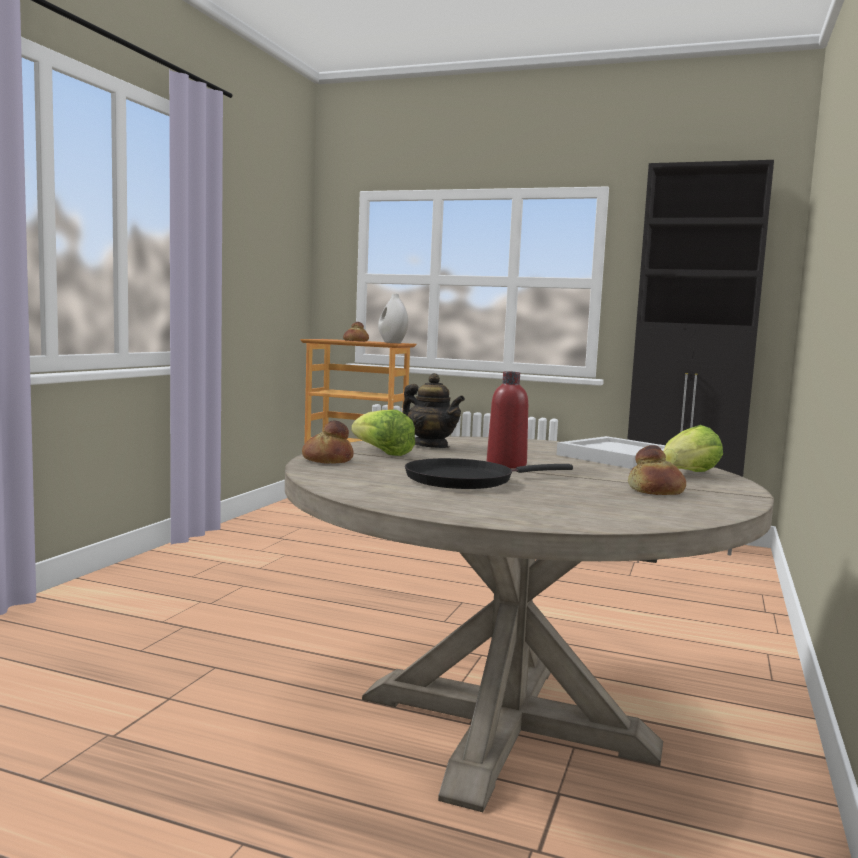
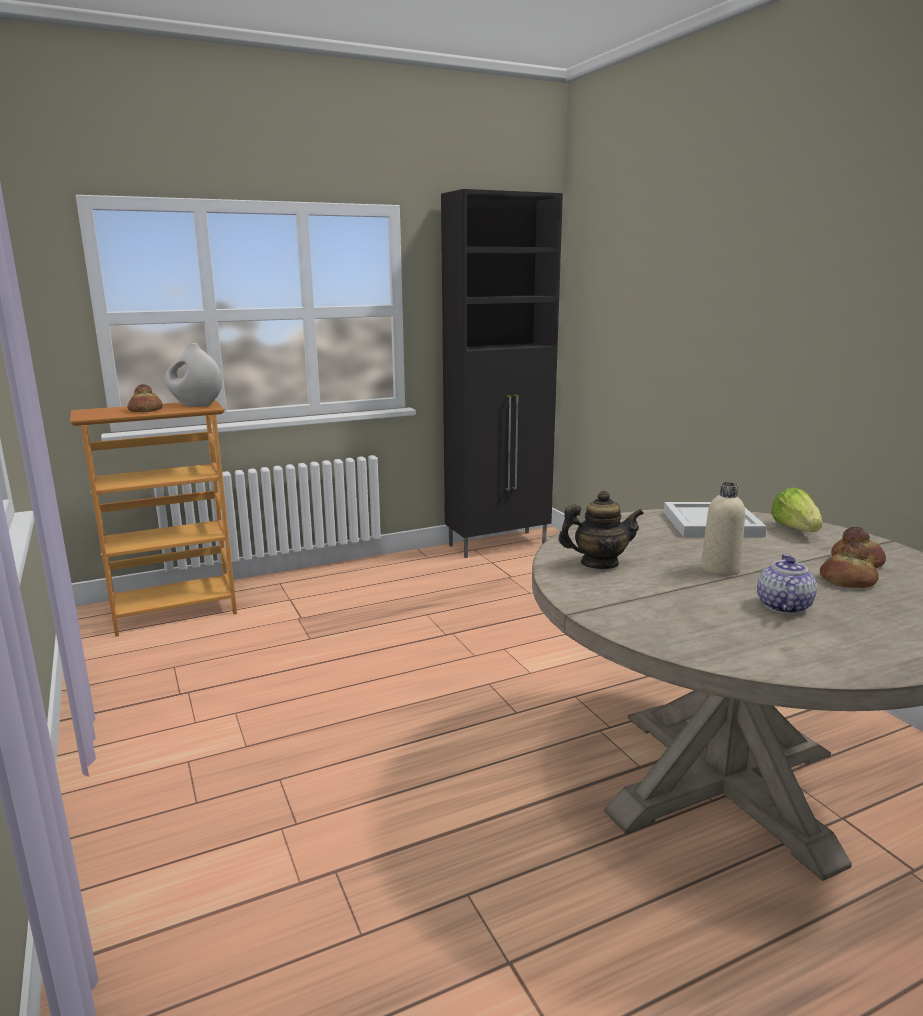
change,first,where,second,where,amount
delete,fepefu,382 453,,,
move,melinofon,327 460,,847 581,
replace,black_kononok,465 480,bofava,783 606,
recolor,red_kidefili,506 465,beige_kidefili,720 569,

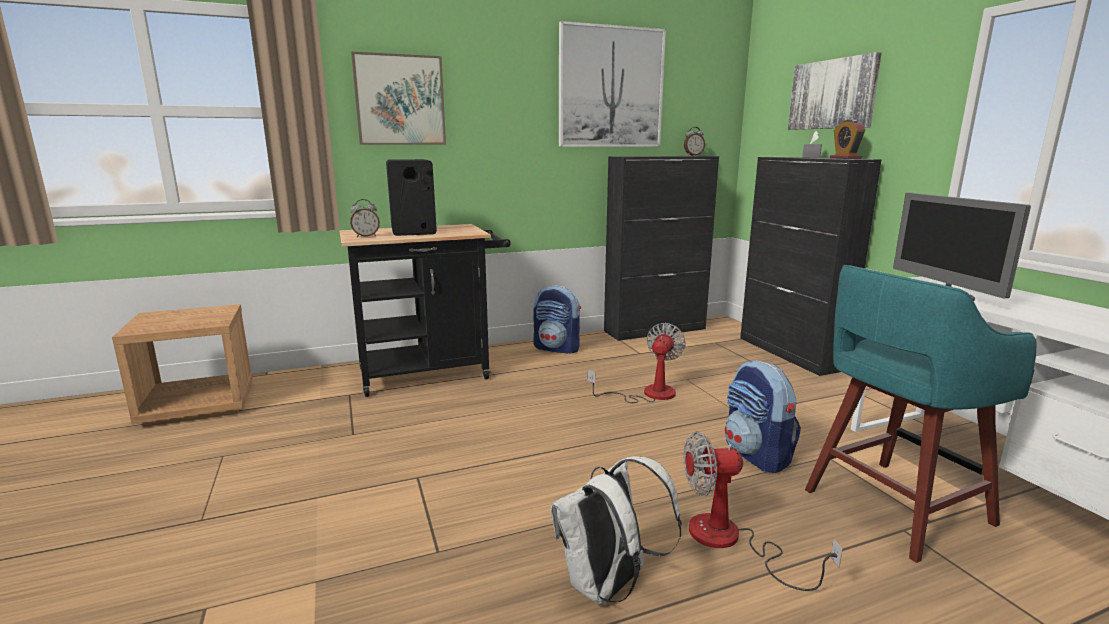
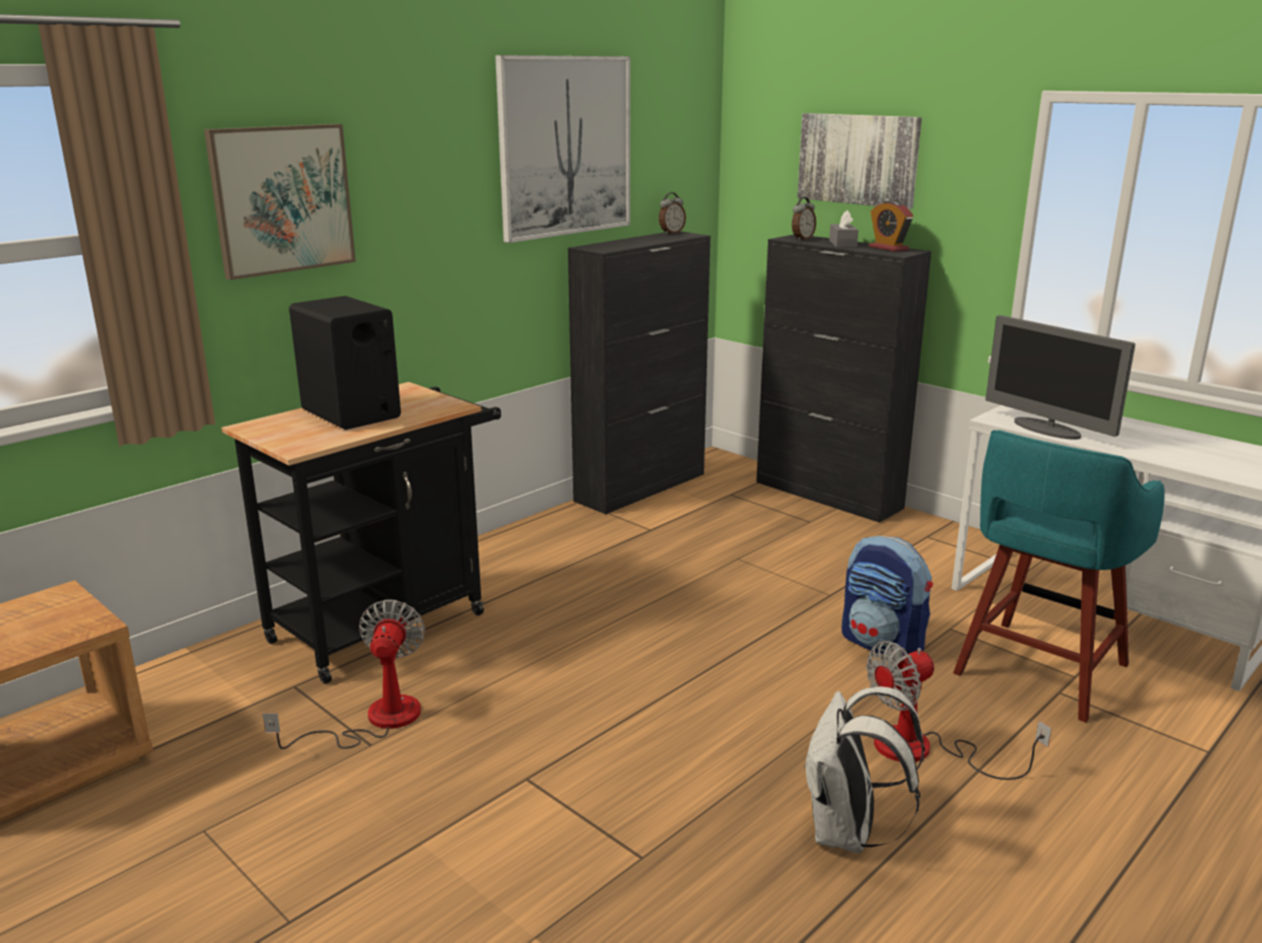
change,first,where,second,where,amount
delete,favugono,557 348,,,
move,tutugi,366 236,,802 239,
move,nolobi,648 394,,375 720,

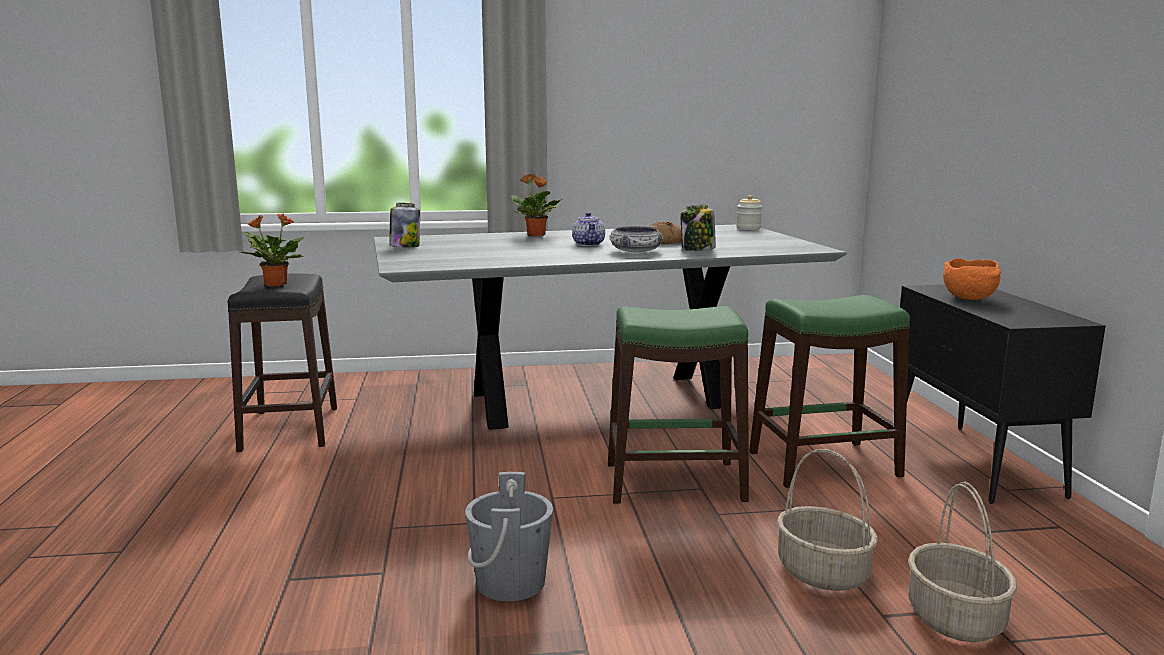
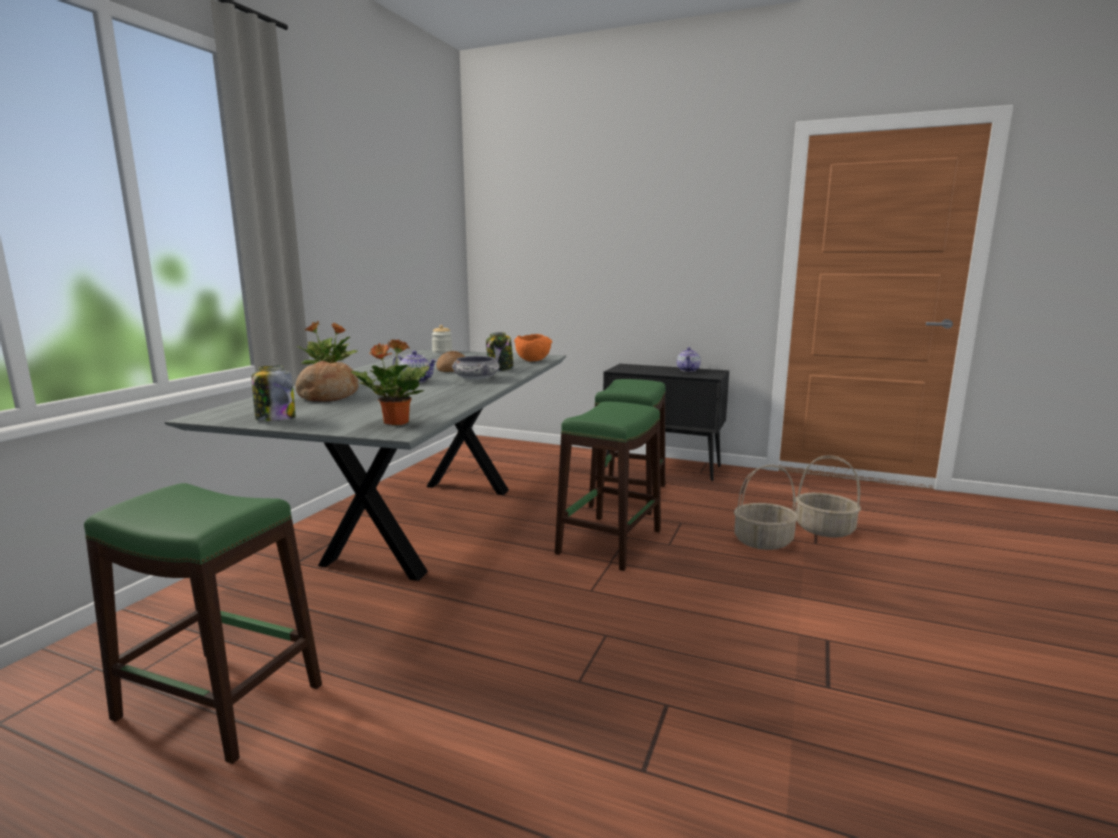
change,first,where,second,where,amount
delete,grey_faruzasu,511 583,,,
insert,,,melinofon,328 396,
insert,,,bofava,688 370,
move,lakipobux,275 284,,395 423,
move,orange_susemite,970 299,,533 361,
recolor,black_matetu,289 428,green_matetu,219 702,

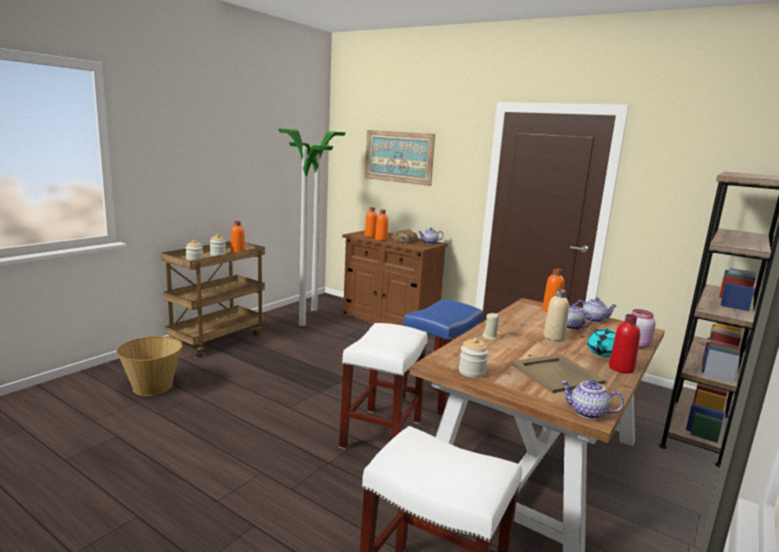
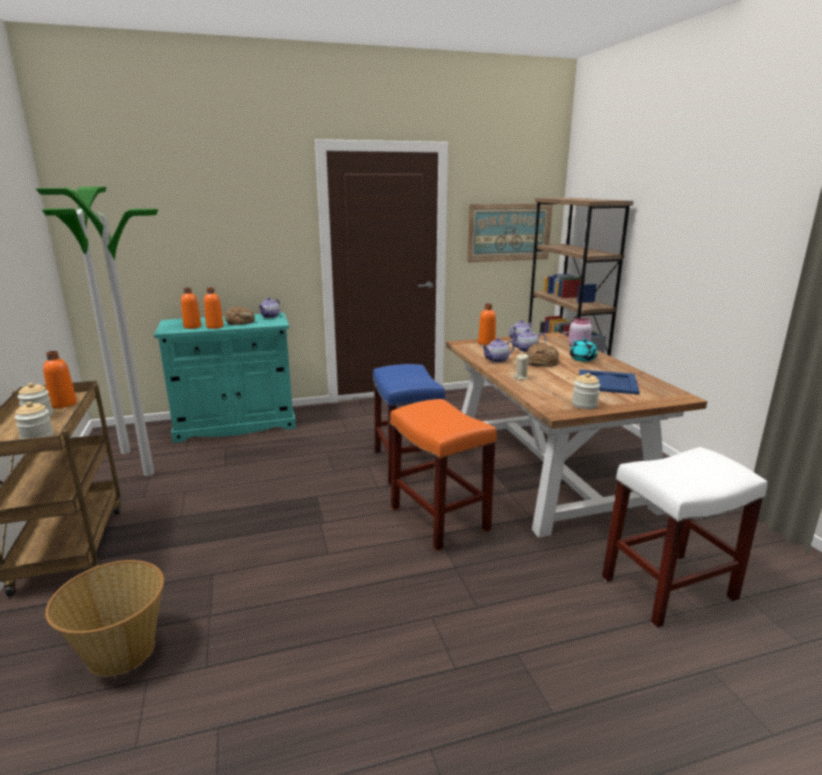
change,first,where,second,where,amount
delete,red_kidefili,621 368,,,
move,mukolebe,398 157,,509 232,
move,bofava,587 413,,497 360,
replace,beige_kidefili,554 337,melinofon,541 360,
recolor,white_matetu,381 433,orange_matetu,438 518,
recolor,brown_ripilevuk,389 321,turquoise_ripilevuk,236 424,
recolor,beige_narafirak,555 373,blue_narafirak,607 382,

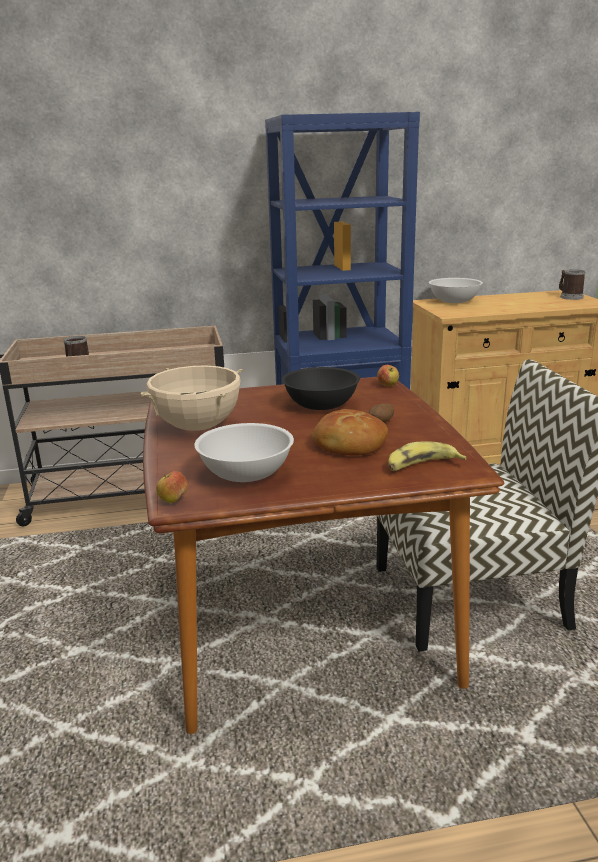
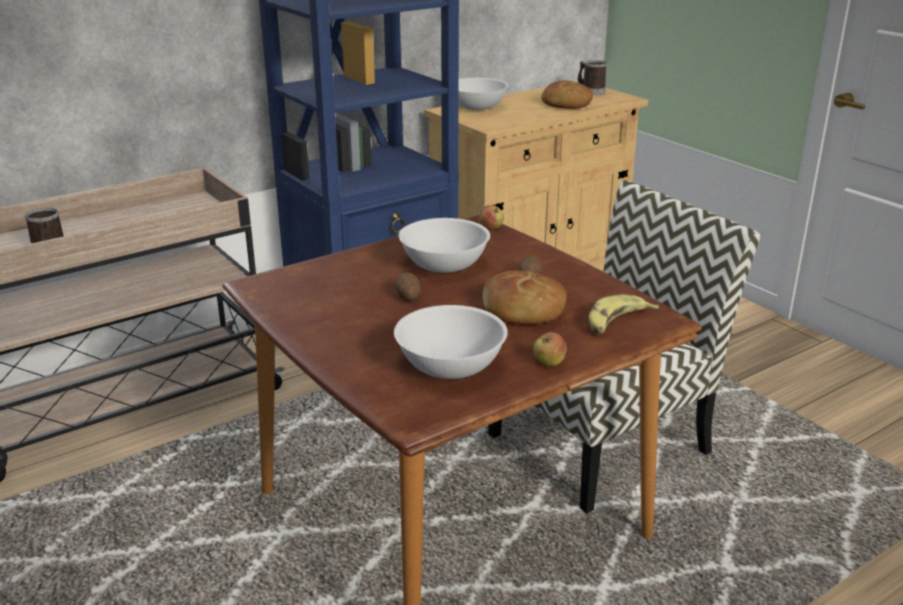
change,first,where,second,where,amount
delete,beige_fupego,197 427,,,
insert,,,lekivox,407 297,
insert,,,melinofon,565 104,
move,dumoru,173 500,,549 363,
recolor,black_susemite,320 405,white_susemite,444 265,

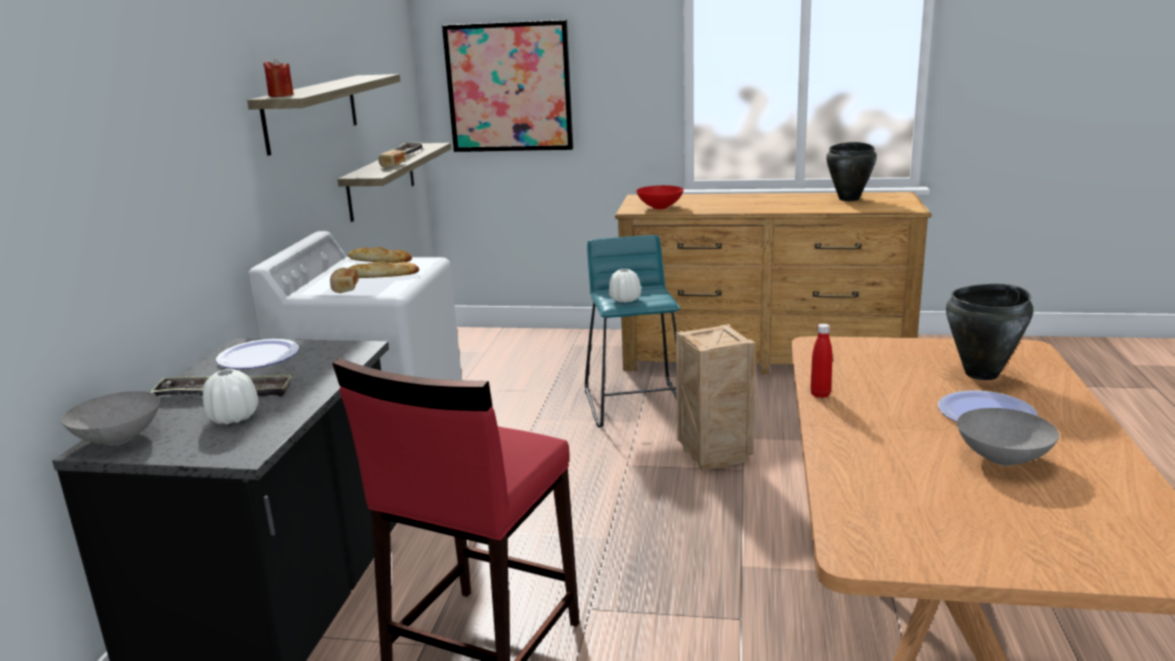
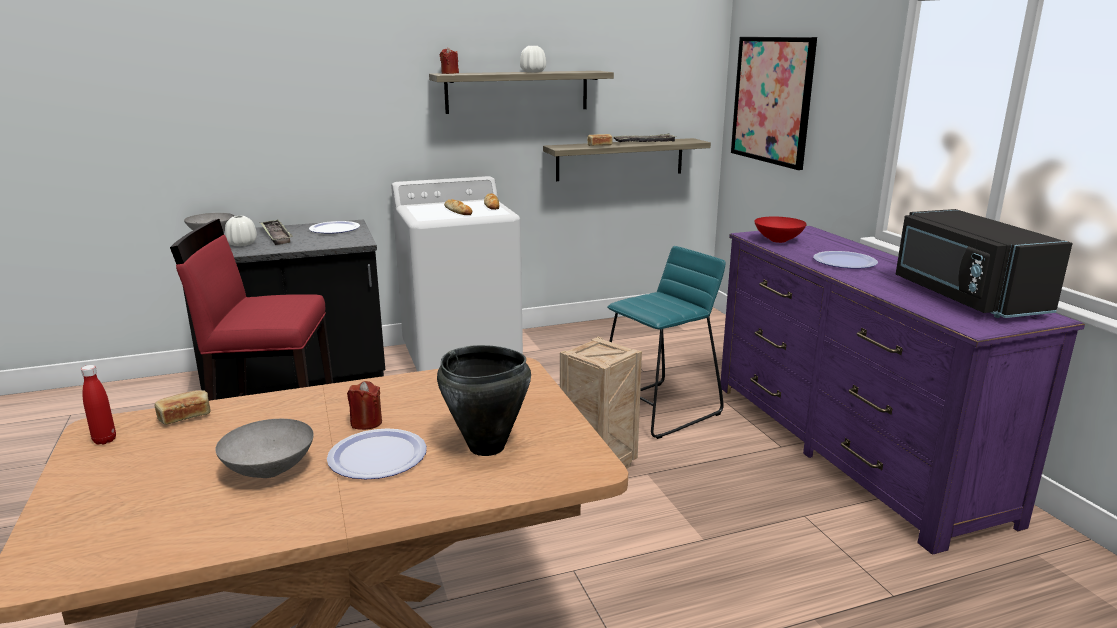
change,first,where,second,where,amount
insert,,,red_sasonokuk,366 422,
insert,,,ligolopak,844 262,
move,melinofon,344 288,,185 416,
move,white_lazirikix,625 299,,533 72,
move,red_kidefili,820 394,,104 440,
replace,black_fupego,849 199,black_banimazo,964 297,
recolor,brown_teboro,764 357,purple_teboro,848 447,

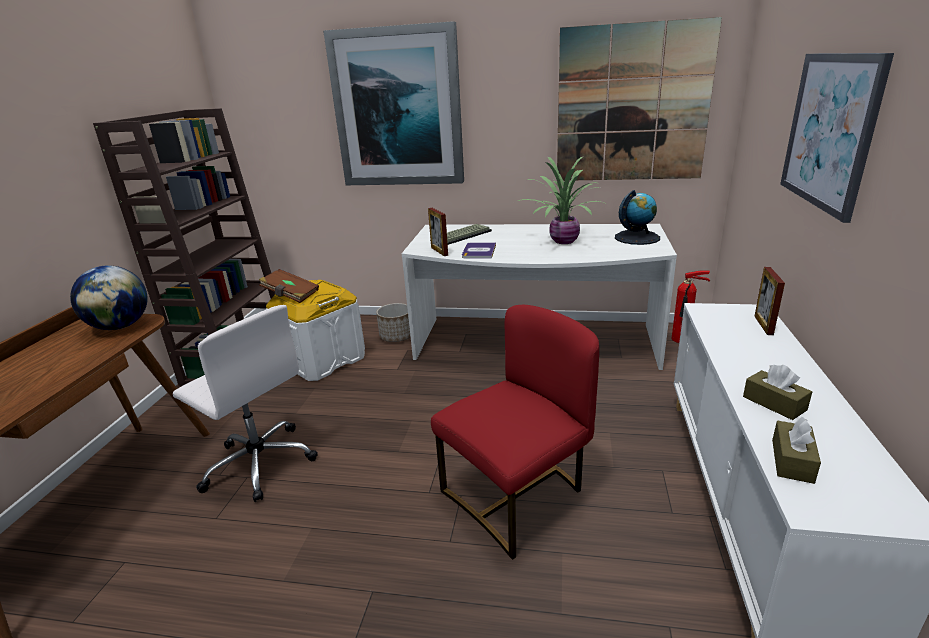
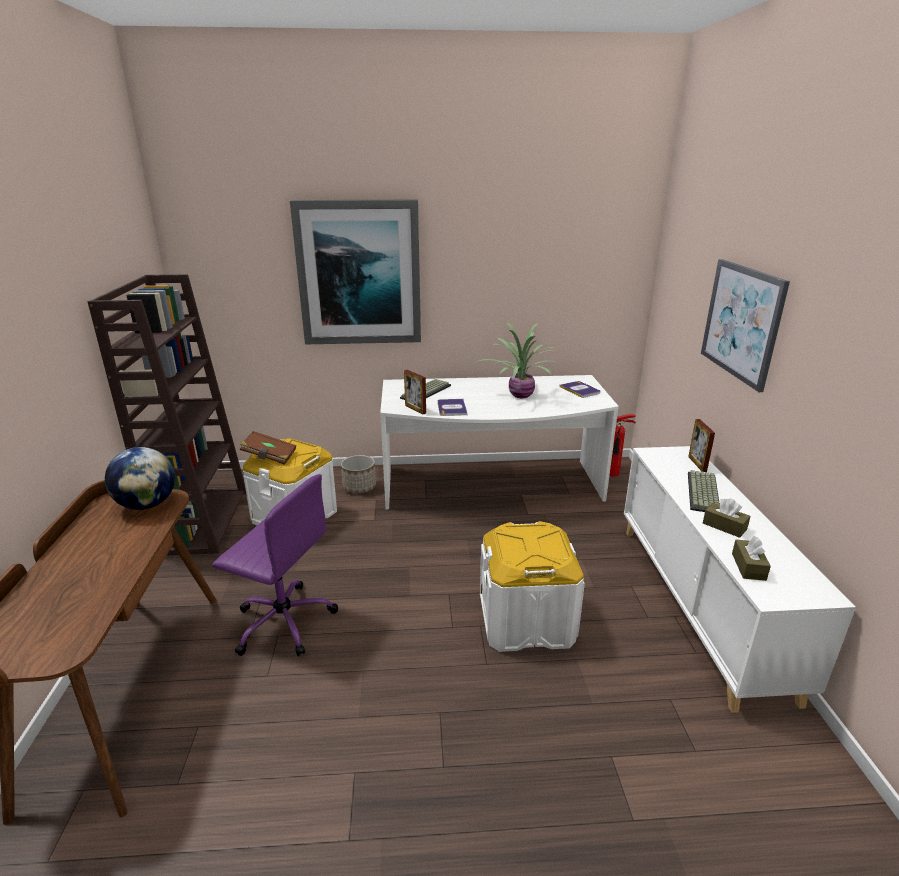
change,first,where,second,where,amount
delete,mukolebe,632 105,,,
insert,,,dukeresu,704 493,
replace,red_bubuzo,517 496,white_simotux,526 620,
replace,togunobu,637 237,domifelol,580 390,
recolor,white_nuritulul,259 463,purple_nuritulul,283 621,

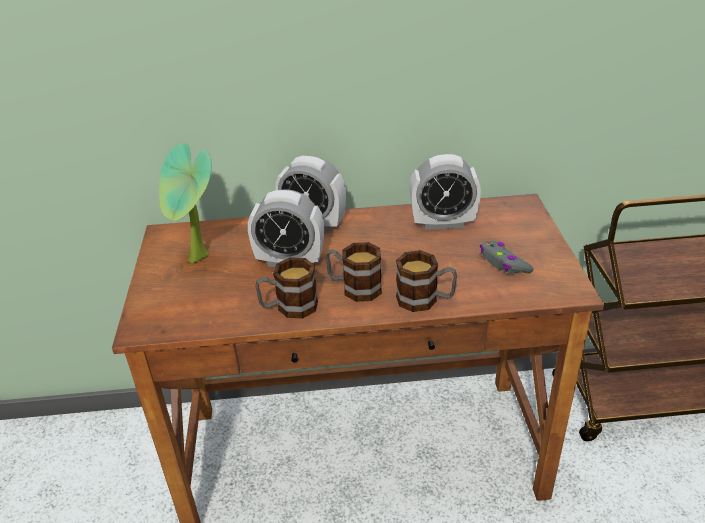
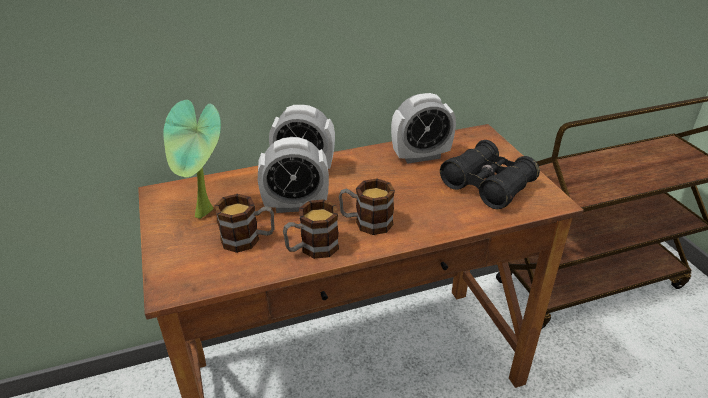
change,first,where,second,where,amount
move,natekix,425 300,,248 239,
replace,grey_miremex,503 263,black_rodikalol,487 185,

